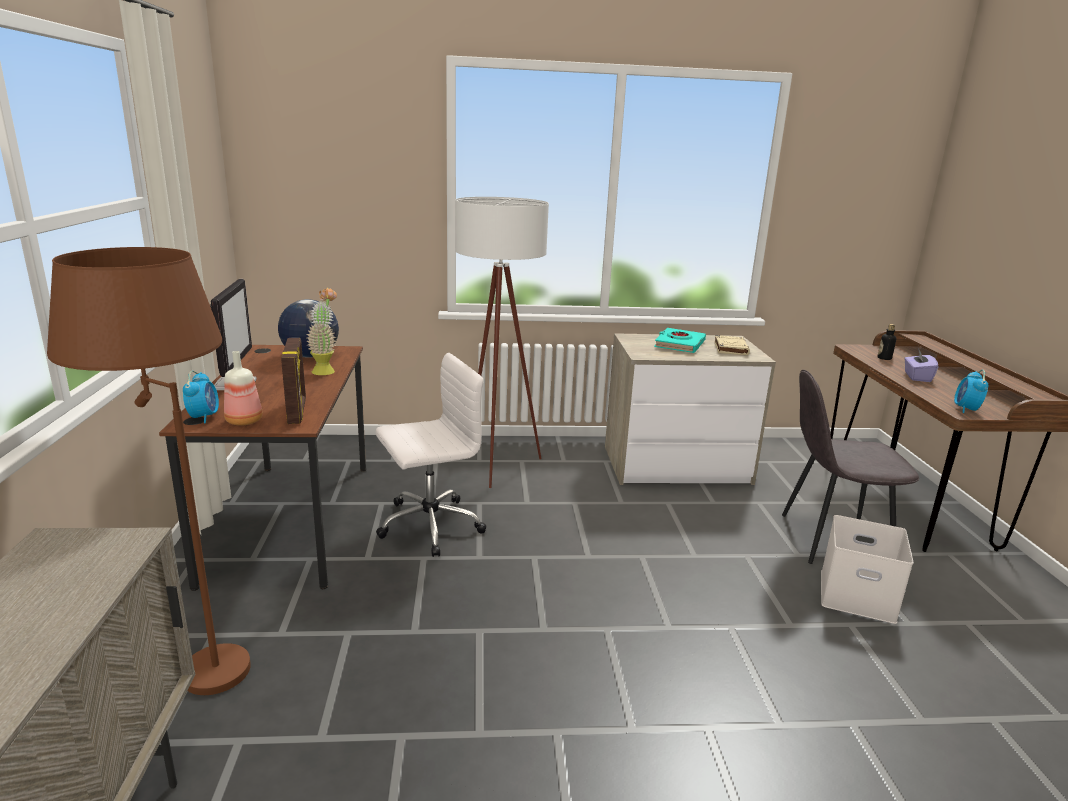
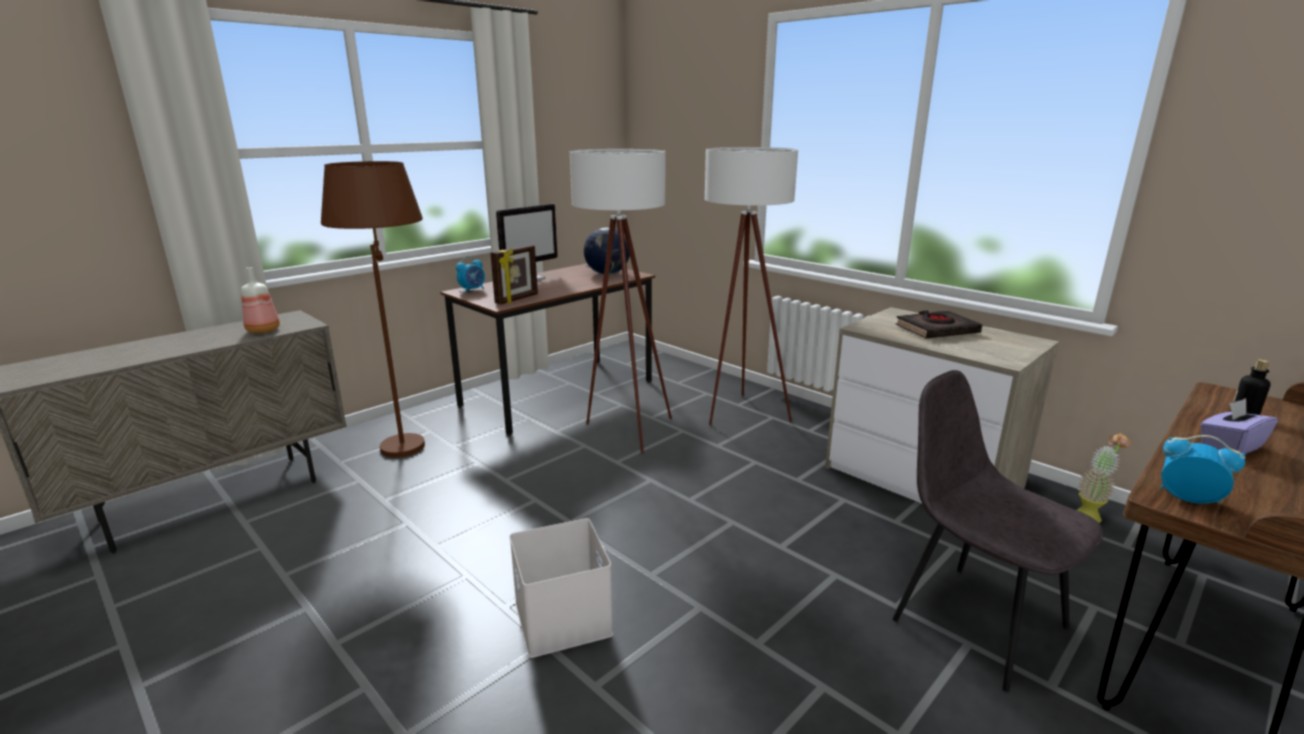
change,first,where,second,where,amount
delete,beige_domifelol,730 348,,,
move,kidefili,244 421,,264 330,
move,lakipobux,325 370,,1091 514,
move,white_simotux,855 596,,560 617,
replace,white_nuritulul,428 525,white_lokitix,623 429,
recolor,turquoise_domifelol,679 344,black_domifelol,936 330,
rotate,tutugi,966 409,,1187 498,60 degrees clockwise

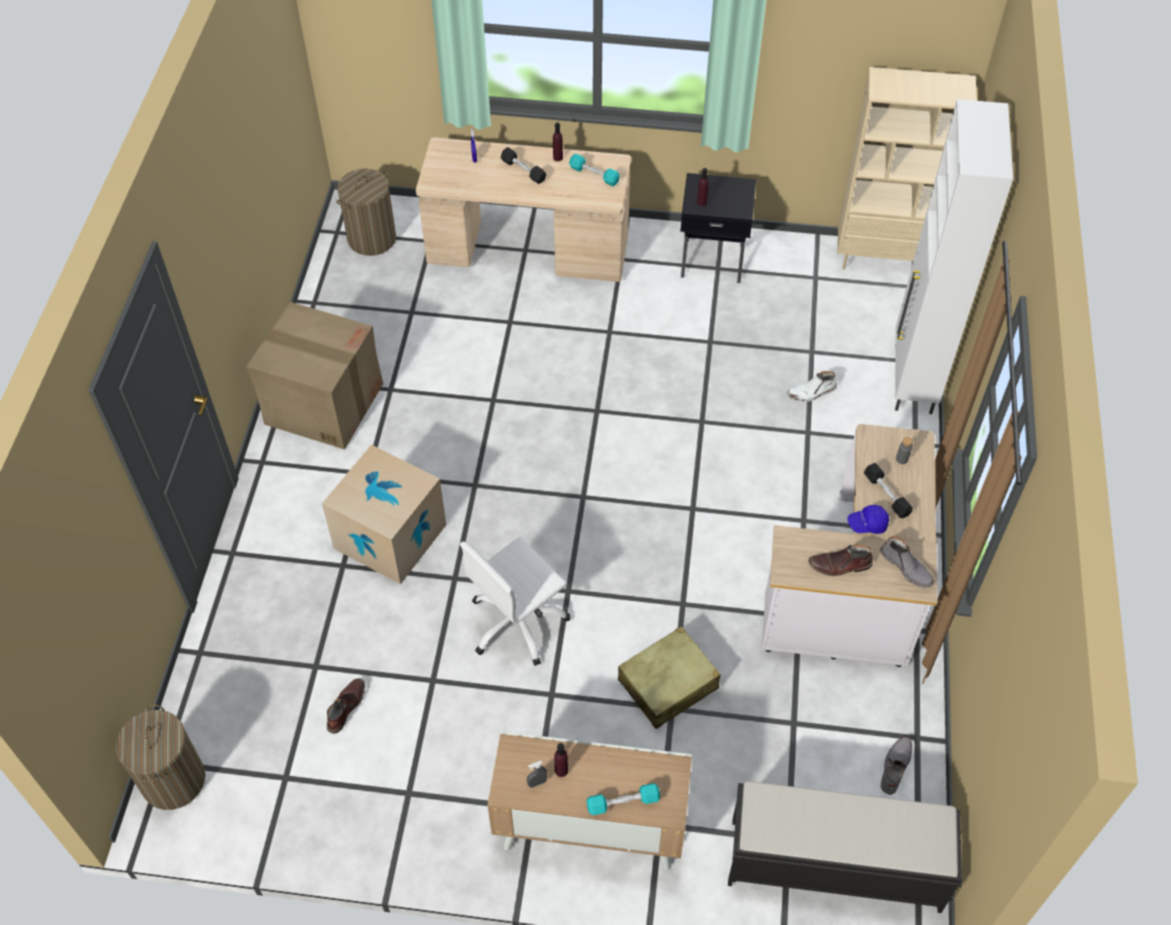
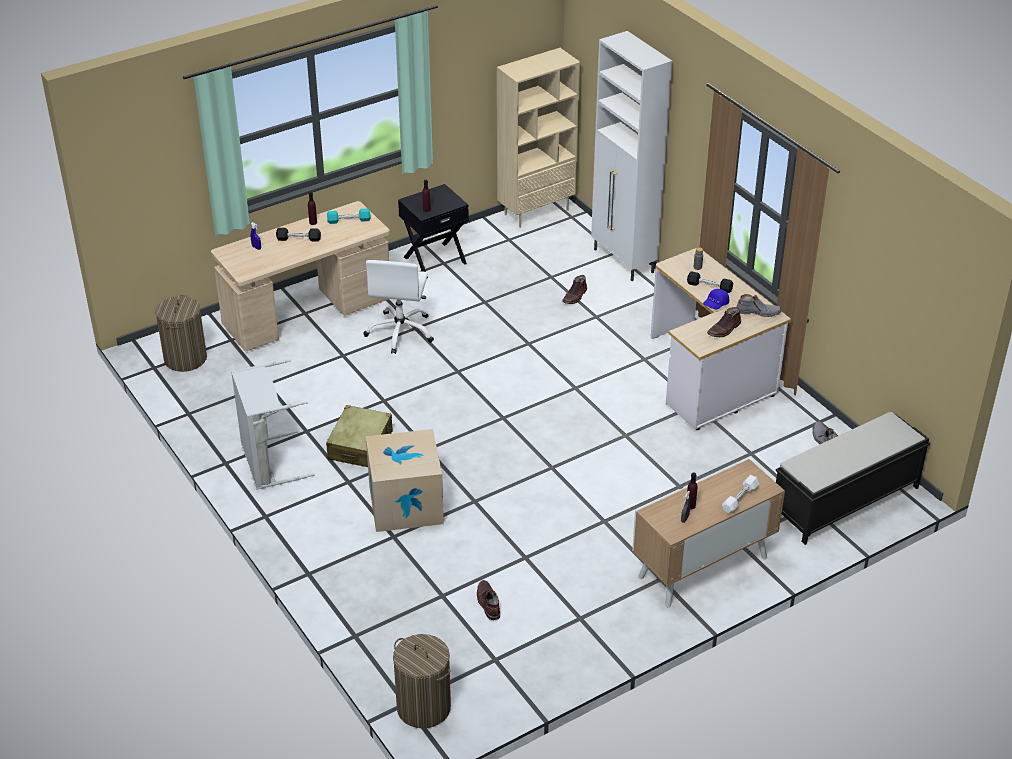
change,first,where,second,where,amount
move,white_nuritulul,518 623,,400 332,
move,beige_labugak,668 684,,360 445,
replace,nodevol,323 403,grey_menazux,268 463,
recolor,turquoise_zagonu,623 802,white_zagonu,740 499,
recolor,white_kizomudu,811 392,brown_kizomudu,575 296,

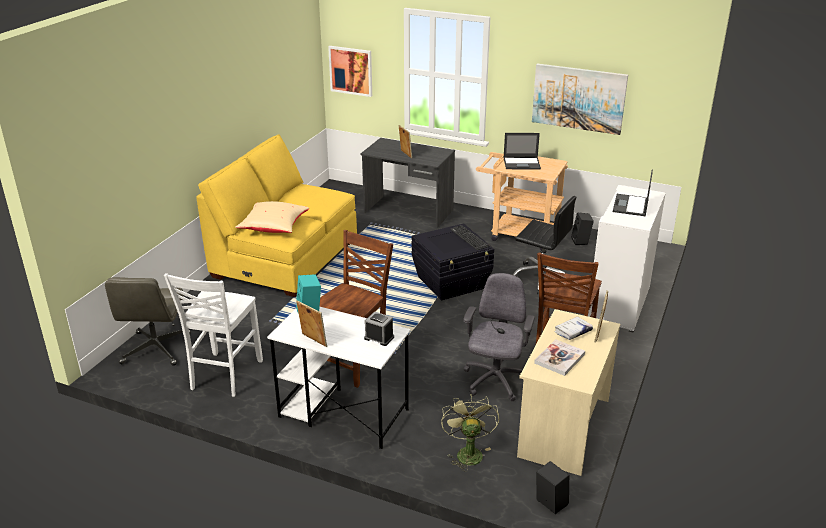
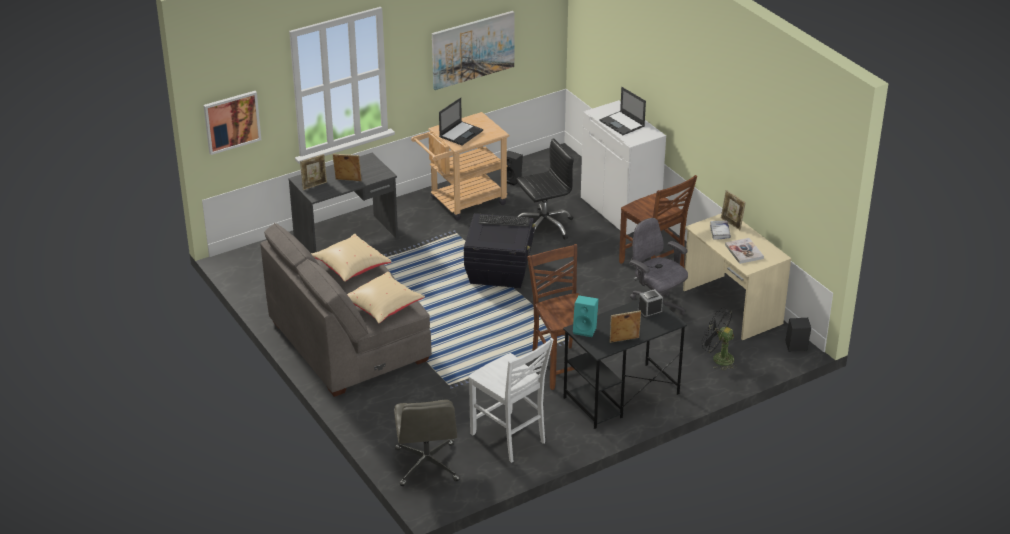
change,first,where,second,where,amount
insert,,,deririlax,314 185,
insert,,,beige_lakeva,350 268,
recolor,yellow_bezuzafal,286 258,grey_bezuzafal,349 342,
recolor,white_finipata,342 413,black_finipata,620 396,
recolor,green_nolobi,467 452,black_nolobi,718 358,
rotate,grey_nuritulul,156 349,,427 465,45 degrees clockwise

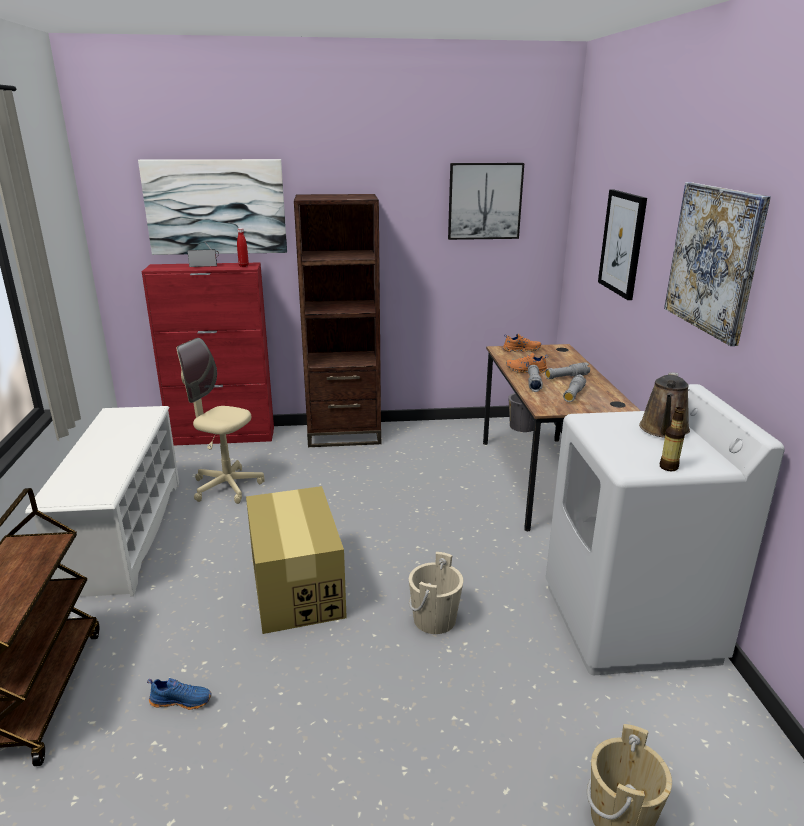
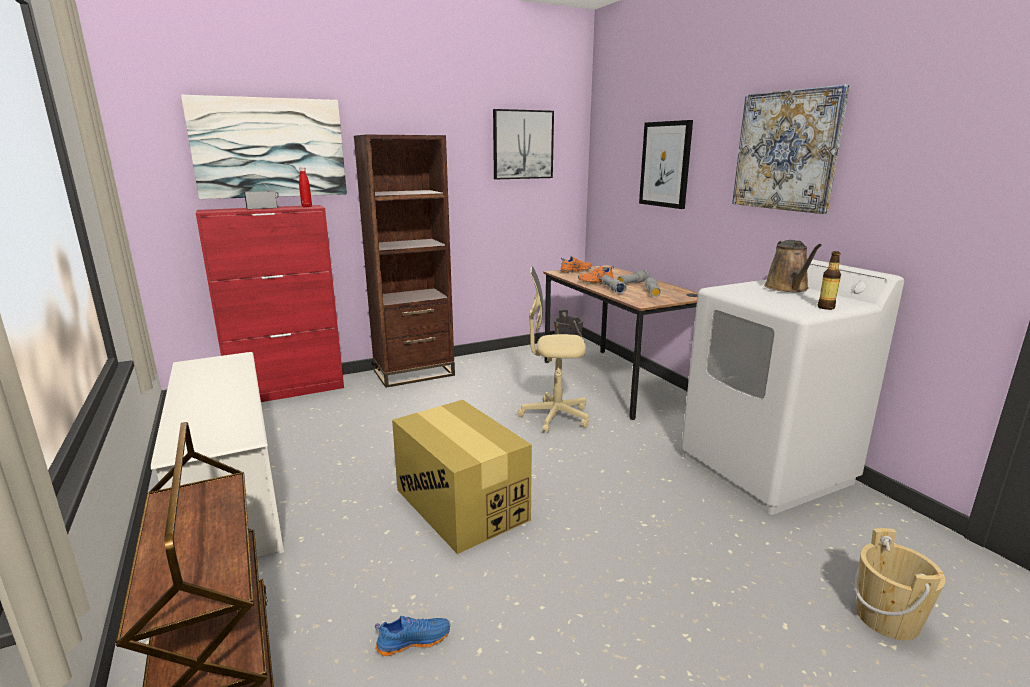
change,first,where,second,where,amount
delete,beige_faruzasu,434 619,,,
move,beige_nuritulul,227 487,,555 417,

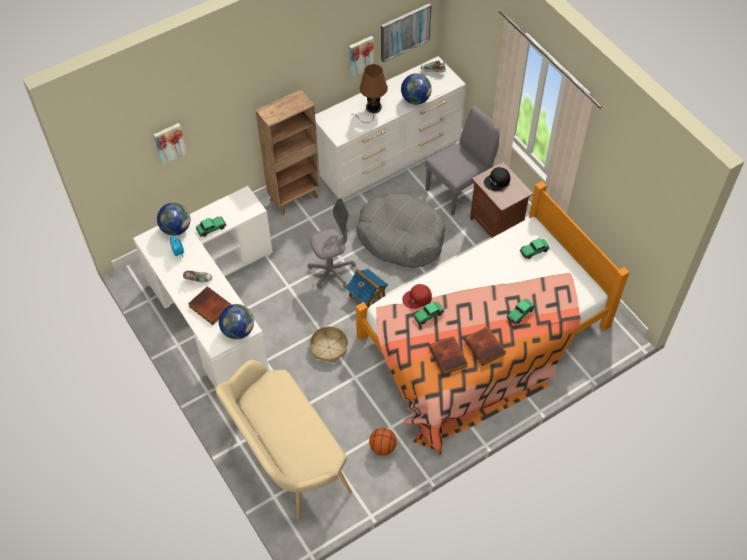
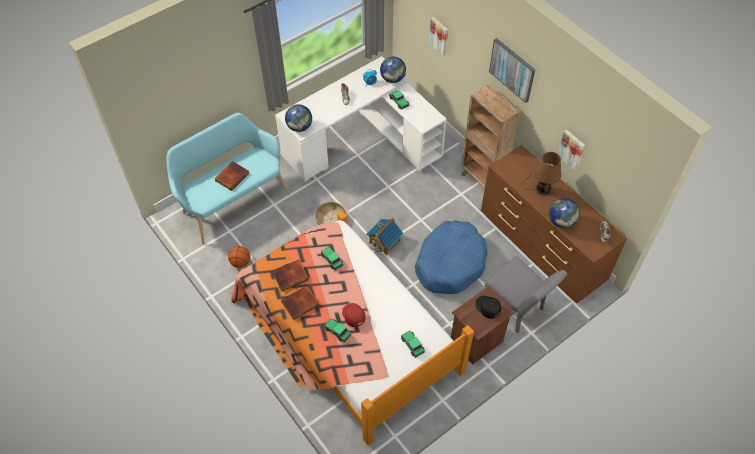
change,first,where,second,where,amount
delete,grey_nuritulul,332 272,,,
move,domifelol,209 307,,231 176,
move,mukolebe,404 31,,512 69,
move,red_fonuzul,417 298,,353 315,
recolor,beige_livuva,286 458,turquoise_livuva,232 201,
recolor,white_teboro,389 159,brown_teboro,541 248,
recolor,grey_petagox,401 237,blue_petagox,450 263,

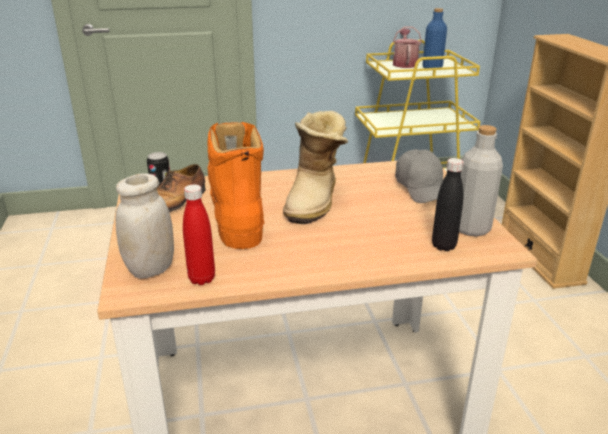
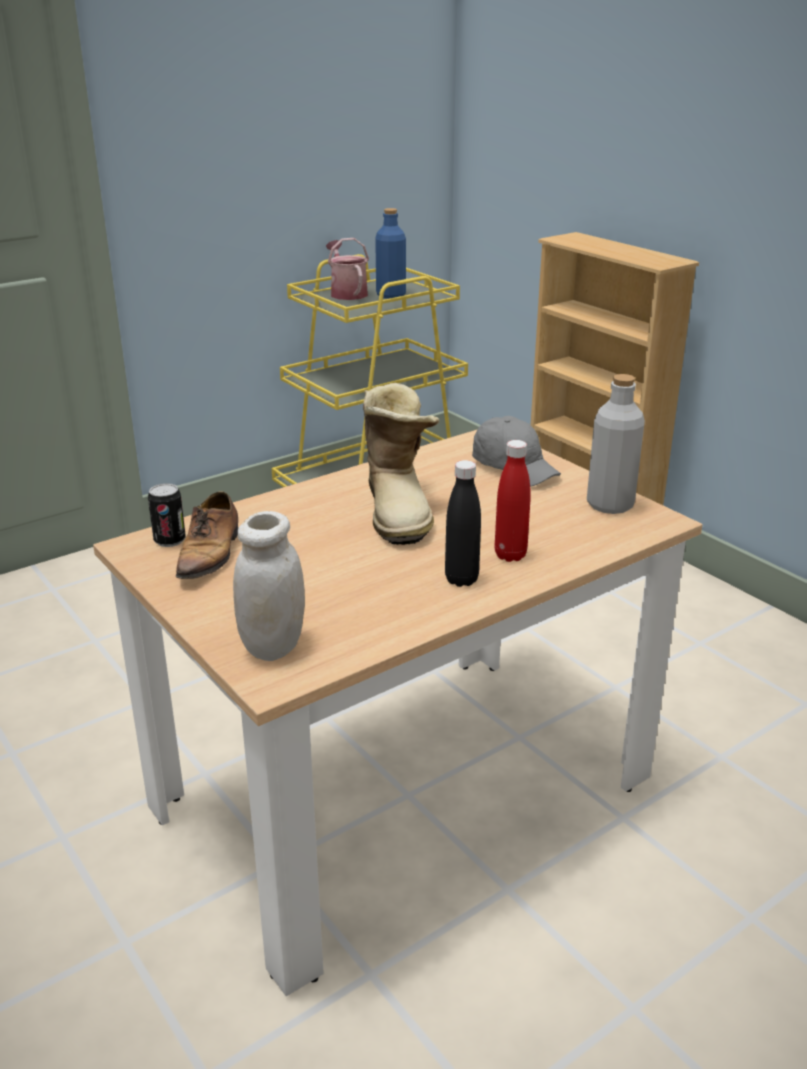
change,first,where,second,where,amount
delete,orange_kizomudu,236 216,,,
move,red_kidefili,202 279,,510 555,
move,black_kidefili,443 246,,461 579,

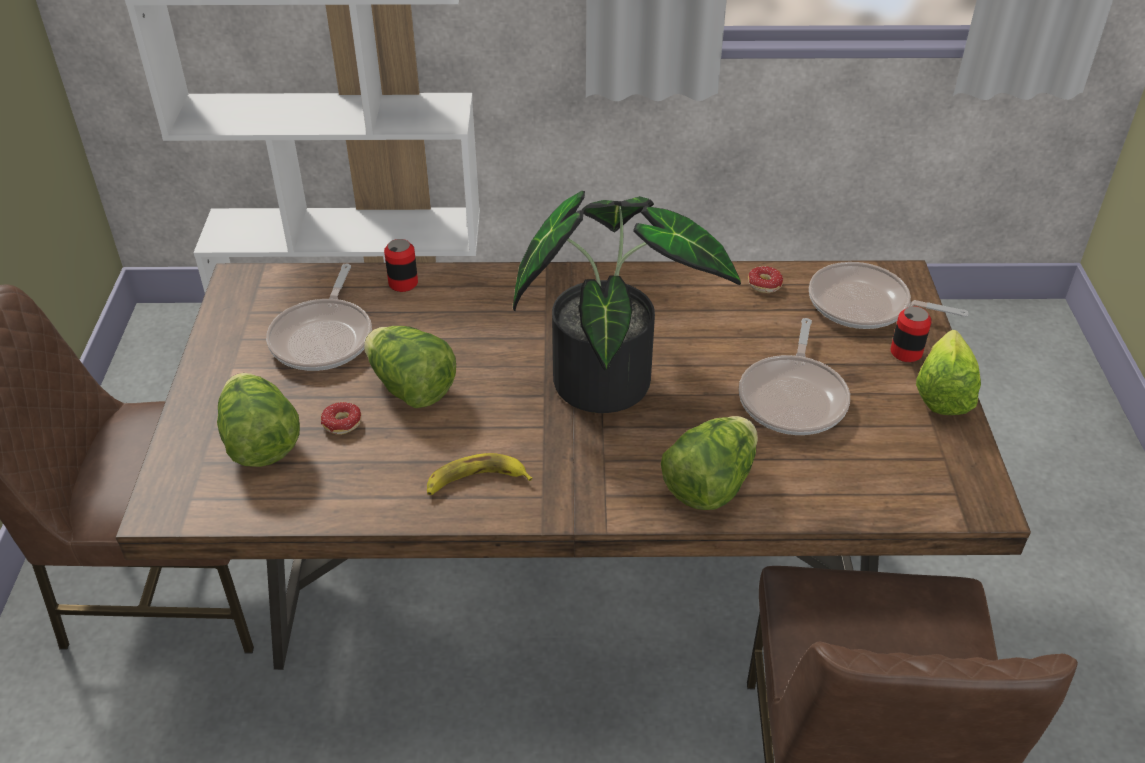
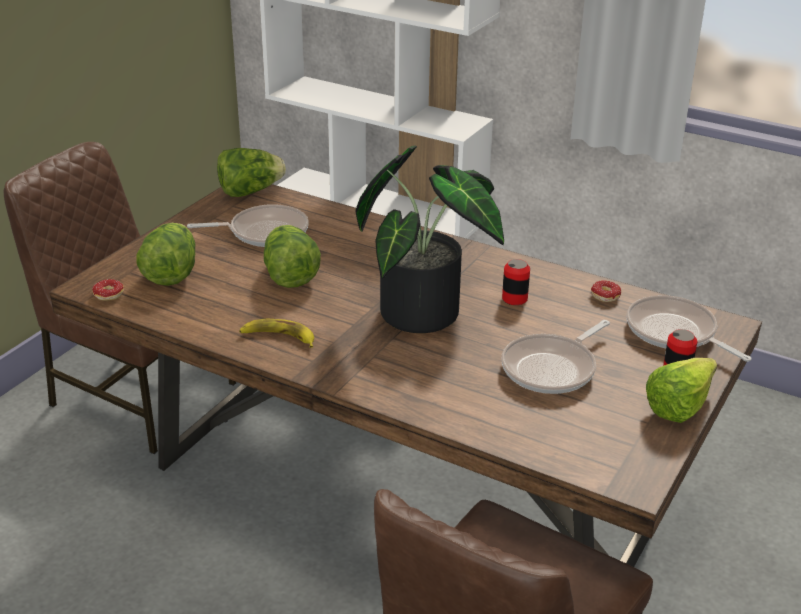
change,first,where,second,where,amount
move,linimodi,344 428,,107 298,
move,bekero,403 283,,514 299,
move,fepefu,710 484,,250 191,
rotate,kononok,324 337,,264 232,135 degrees counterclockwise

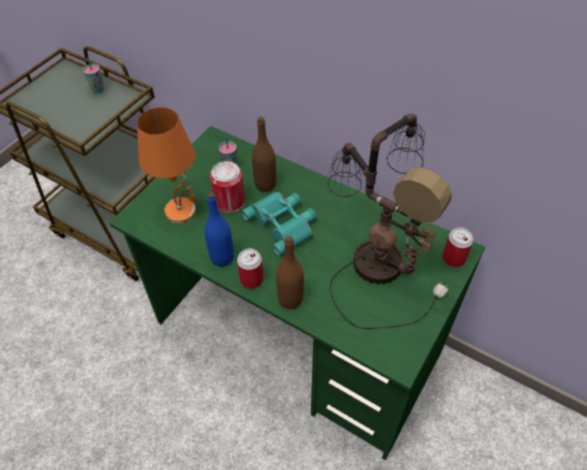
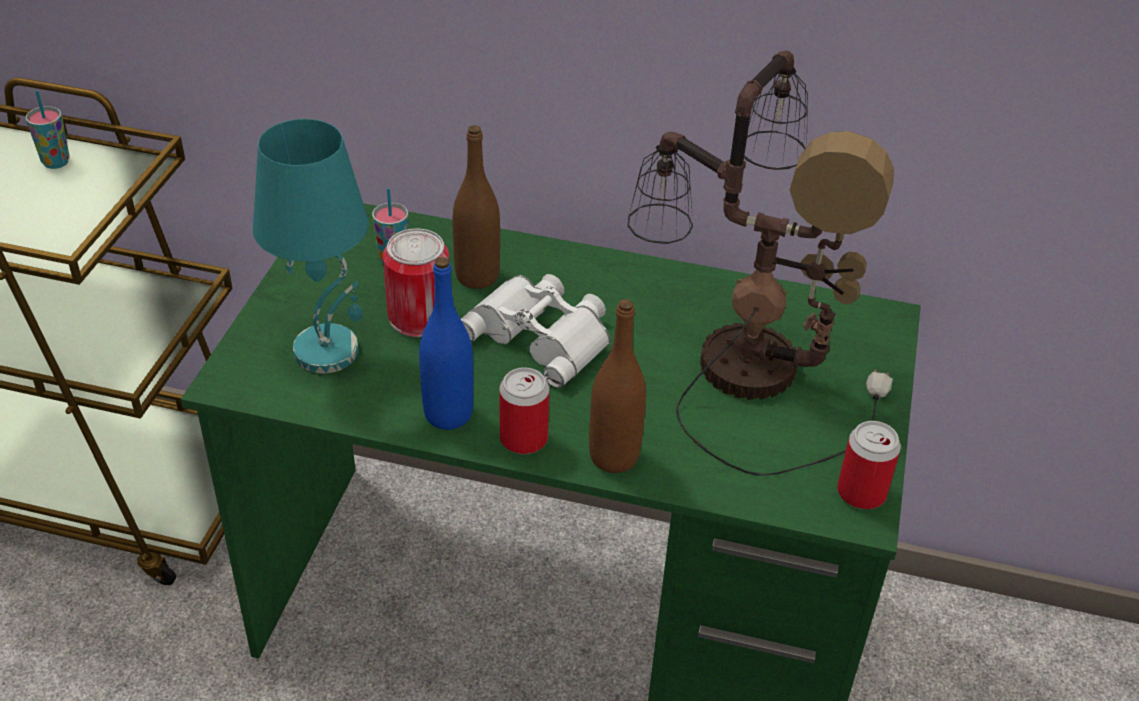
change,first,where,second,where,amount
move,bekero,453 258,,861 492,
recolor,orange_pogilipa,181 211,turquoise_pogilipa,328 350,
recolor,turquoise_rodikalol,283 223,white_rodikalol,542 334,

